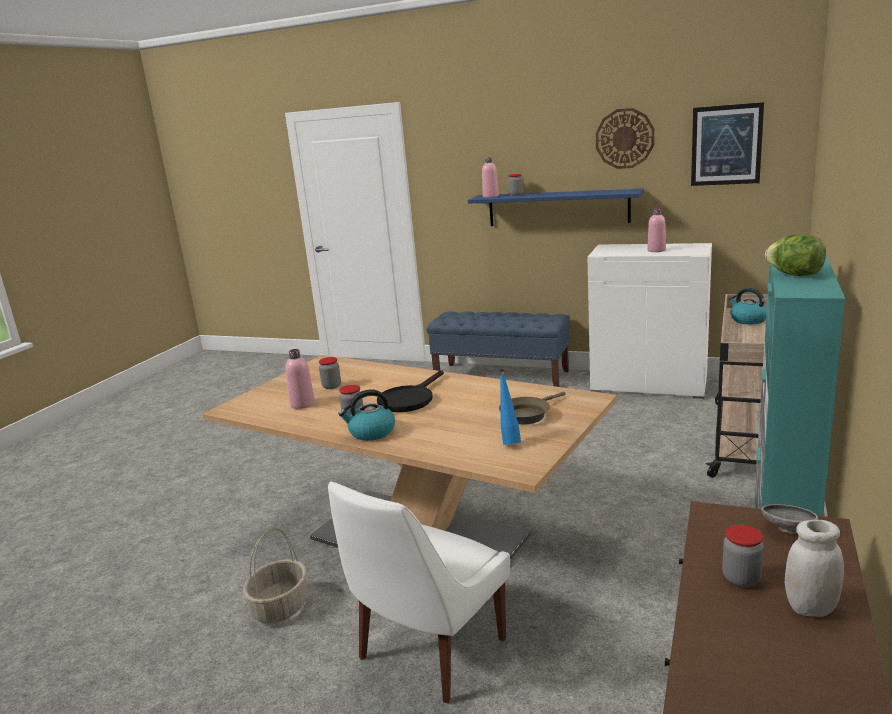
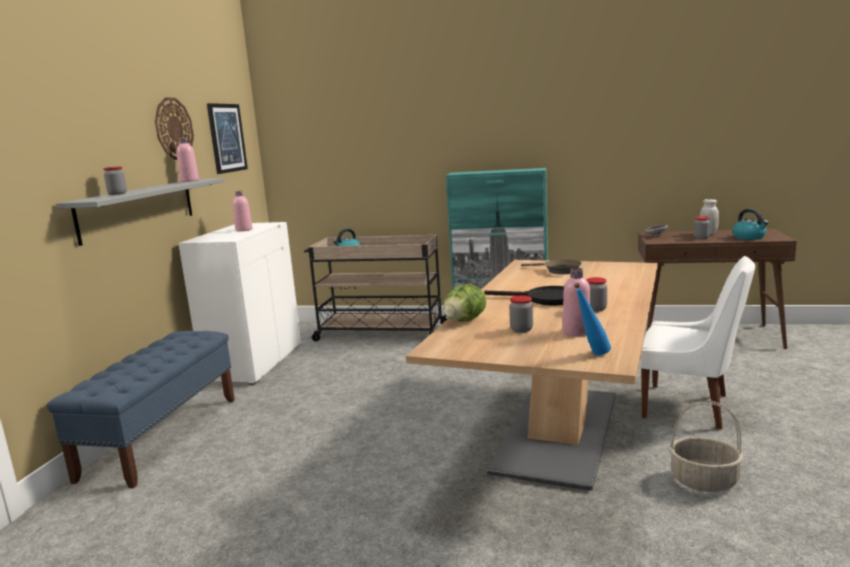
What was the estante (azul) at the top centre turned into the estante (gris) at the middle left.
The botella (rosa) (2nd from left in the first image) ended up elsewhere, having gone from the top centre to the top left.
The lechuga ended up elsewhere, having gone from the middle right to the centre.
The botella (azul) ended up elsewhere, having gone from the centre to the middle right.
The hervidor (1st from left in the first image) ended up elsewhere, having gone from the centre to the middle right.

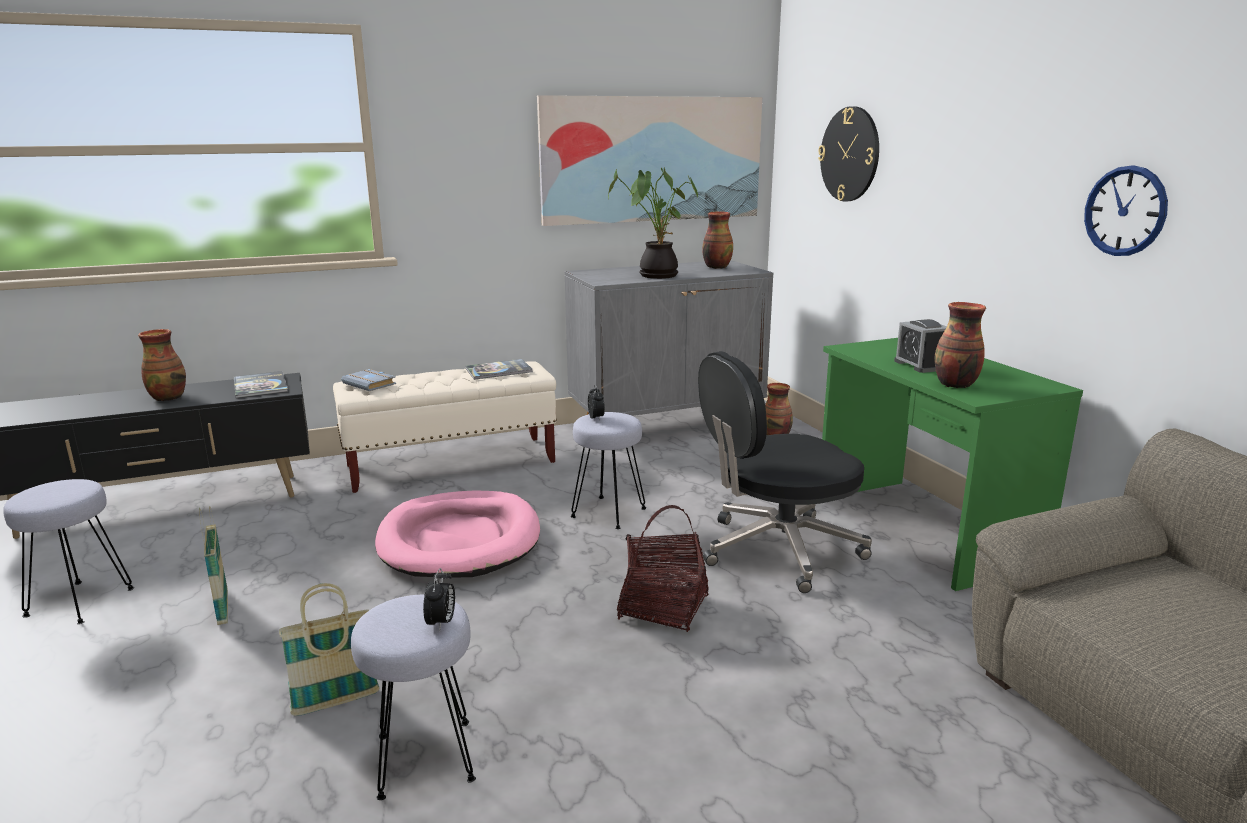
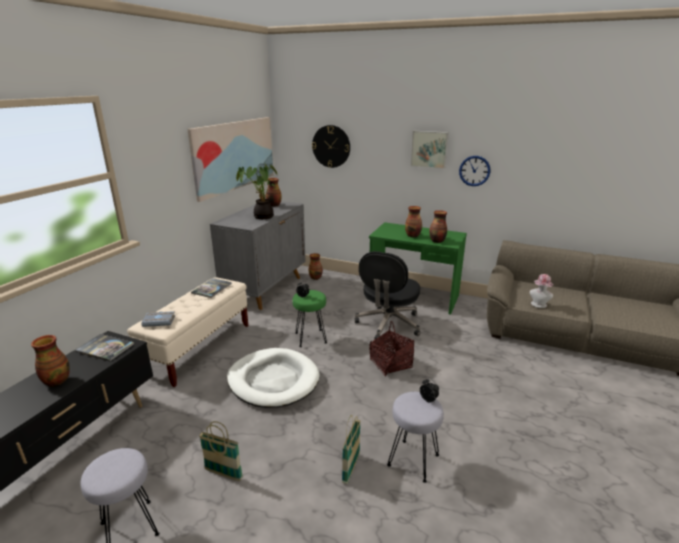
What was the cama para perro (rosa) at the centre turned into the cama para perro (blanco) at the bottom centre.
What was the taburete (gris) (3rd from left) at the centre turned into the taburete (verde) at the centre.
Where the despertador (3rd from left) stood at the middle right, the florero (4th from left) came to stand at the centre.
The second view gained the cuadro (2nd from left) at the top centre.
The second view gained the sombrero at the middle right.

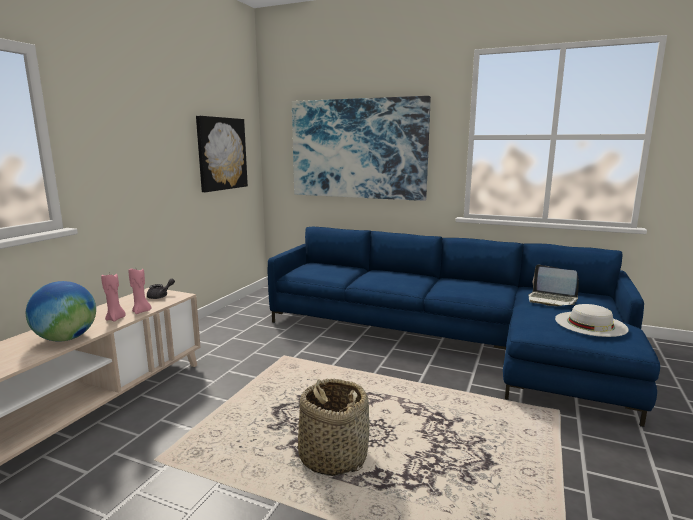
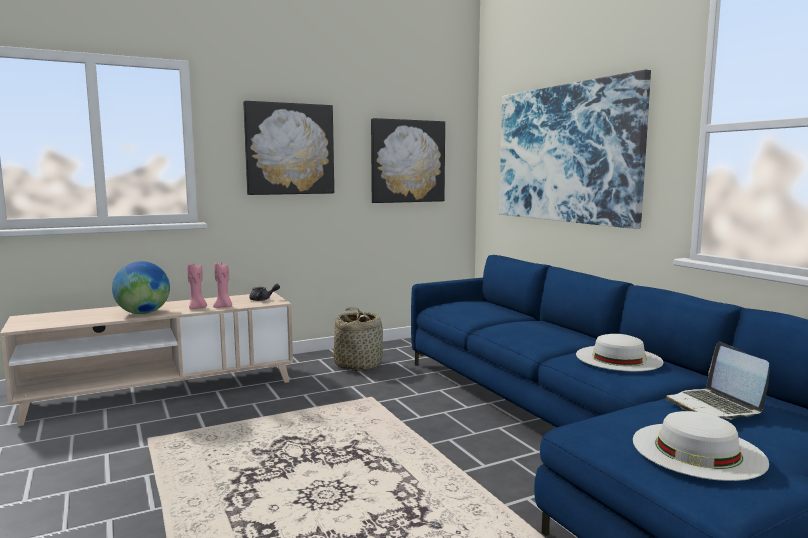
The second view gained the cuadro (1st from left) at the top centre.
The cesta ended up elsewhere, having gone from the bottom centre to the centre.
The second view gained the sombrero (blanco) (1st from left) at the middle right.

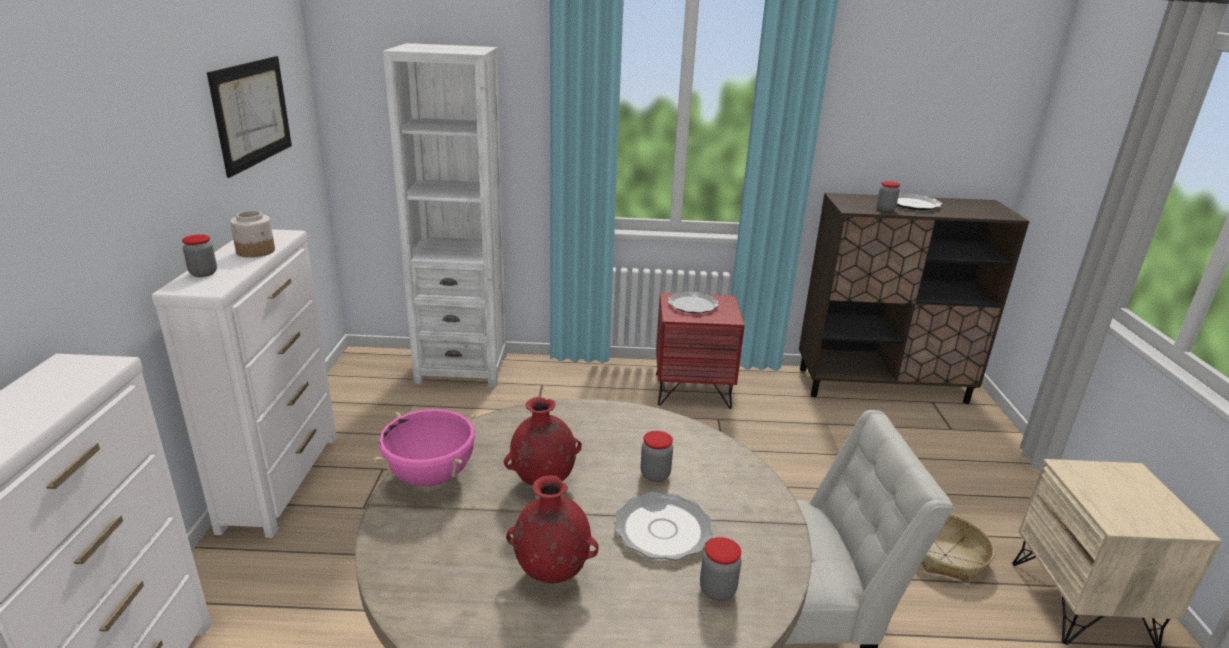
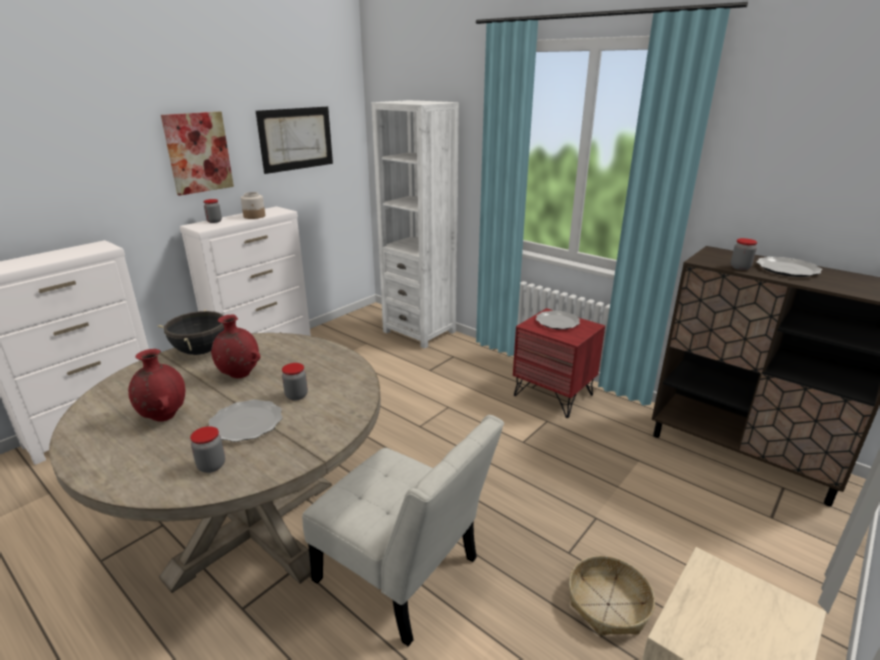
What was the olla (rosa) at the bottom centre turned into the olla (negro) at the middle left.
The second view gained the cuadro (1st from left) at the top left.

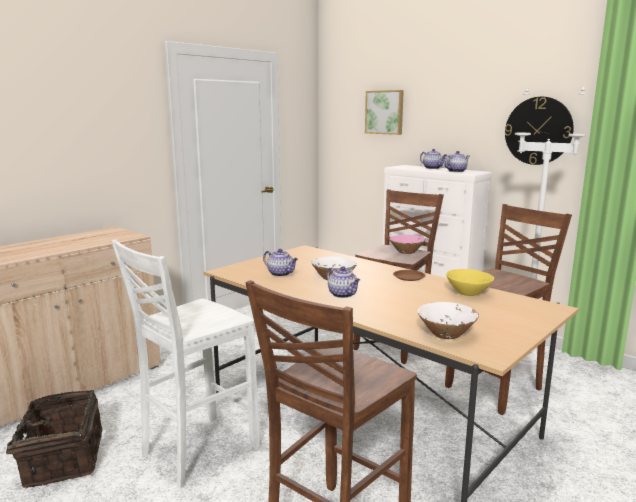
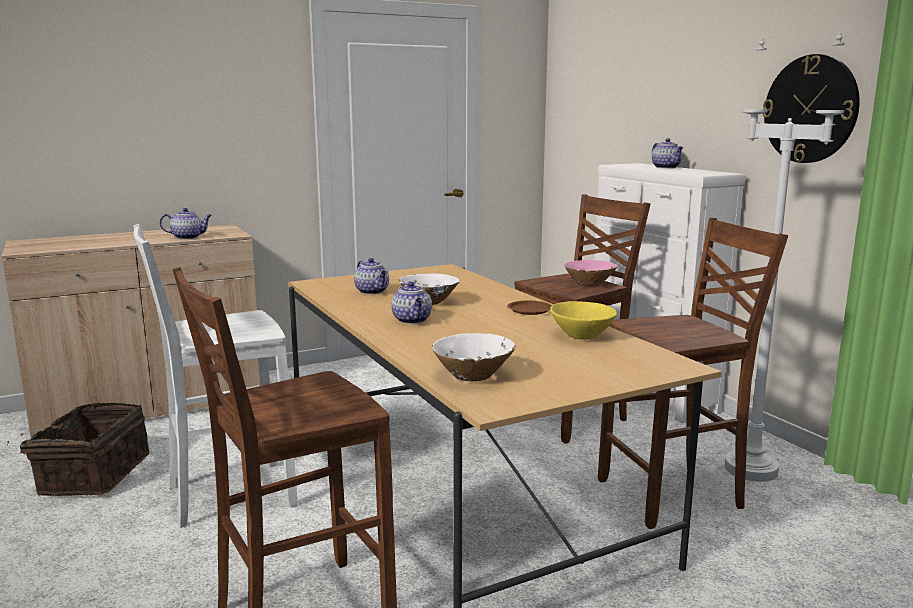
The tetera (4th from left in the first image) ended up elsewhere, having gone from the top right to the middle left.
The second view lost the cuadro at the top centre.

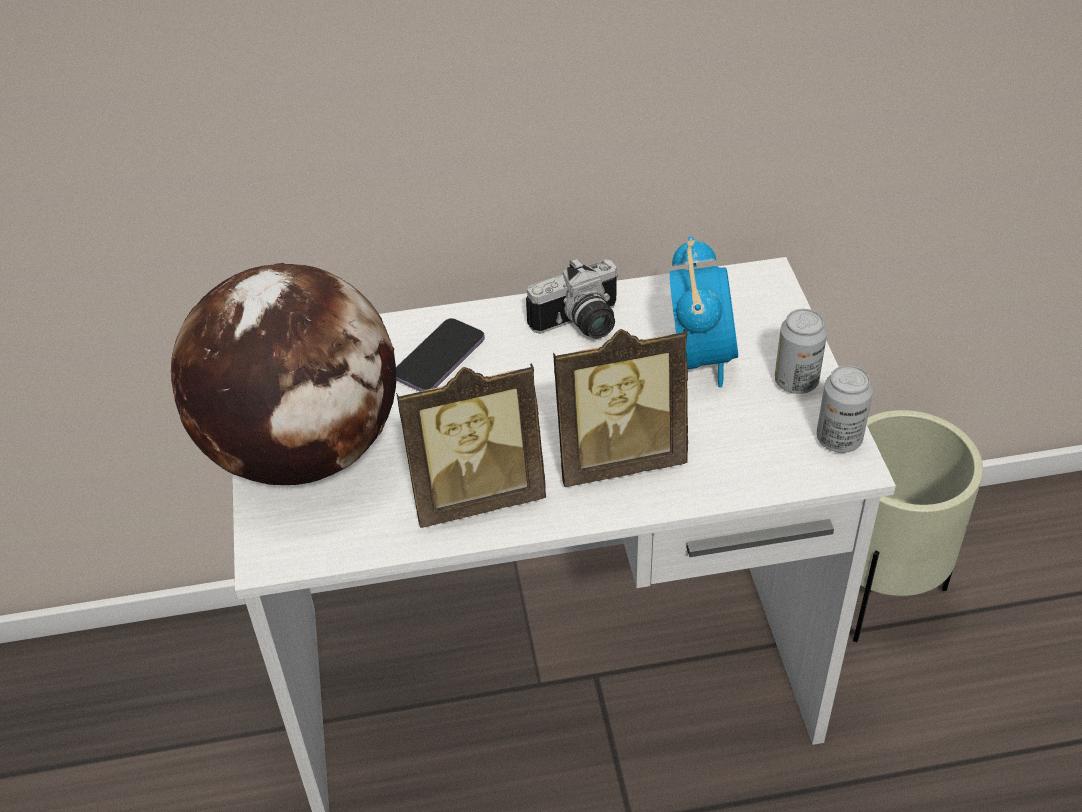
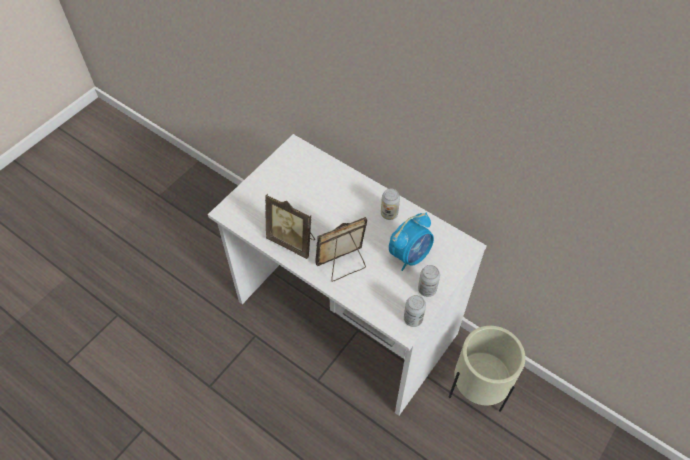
The portarretratos (2nd from left) at the centre ended up facing another way, 120 degrees clockwise from before.
Where the cámara stood at the centre, the lata (1st from left) came to stand at the centre.
The second view lost the globo terráqueo at the middle left.
The second view lost the móvil at the centre.

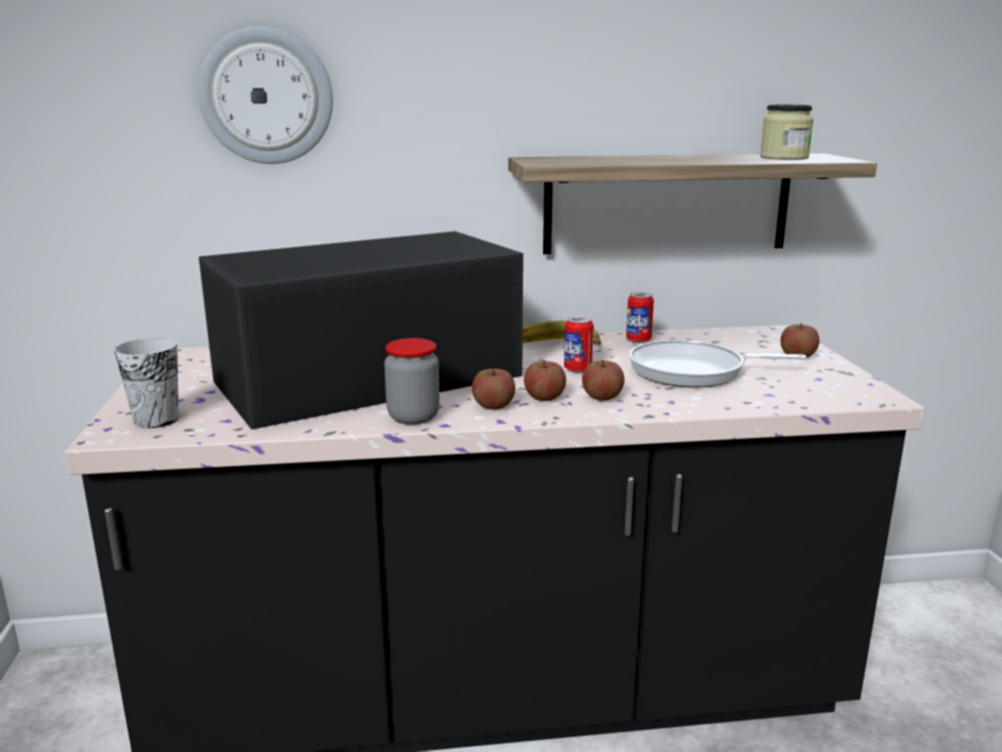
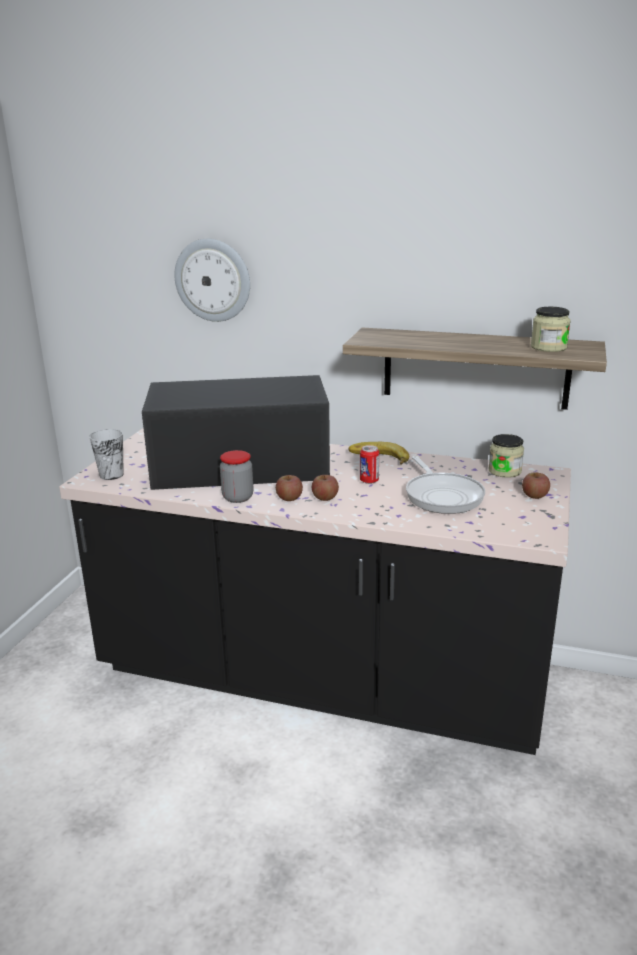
The sartén at the middle right ended up facing another way, 135 degrees counterclockwise from before.
The second view gained the tarro (2nd from left) at the middle right.
The second view lost the manzana (3rd from left) at the centre.
The second view lost the lata (2nd from left) at the centre.

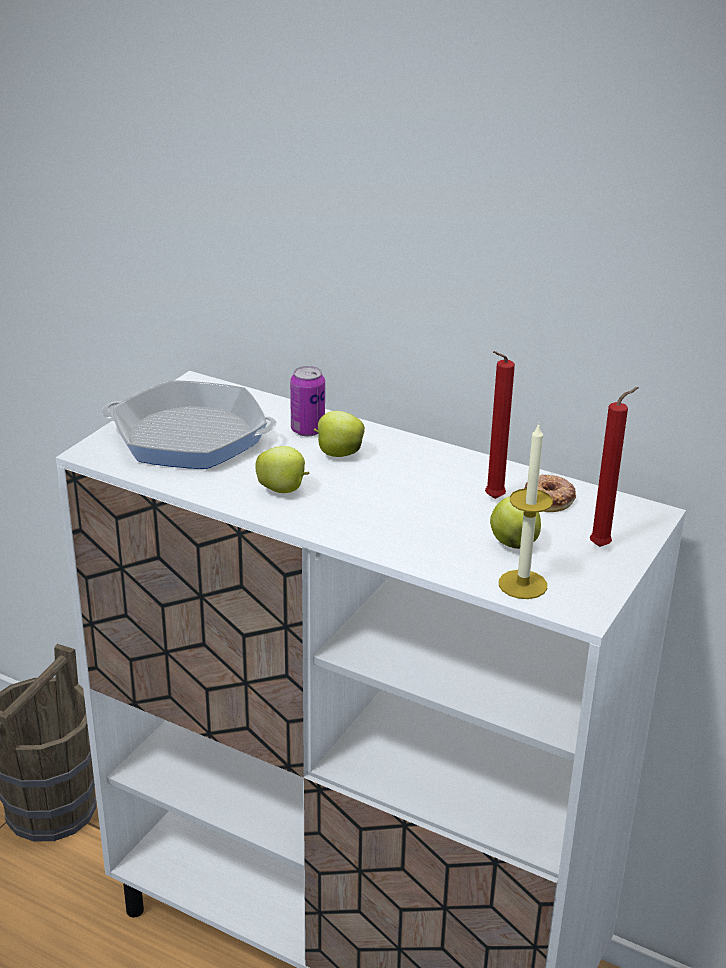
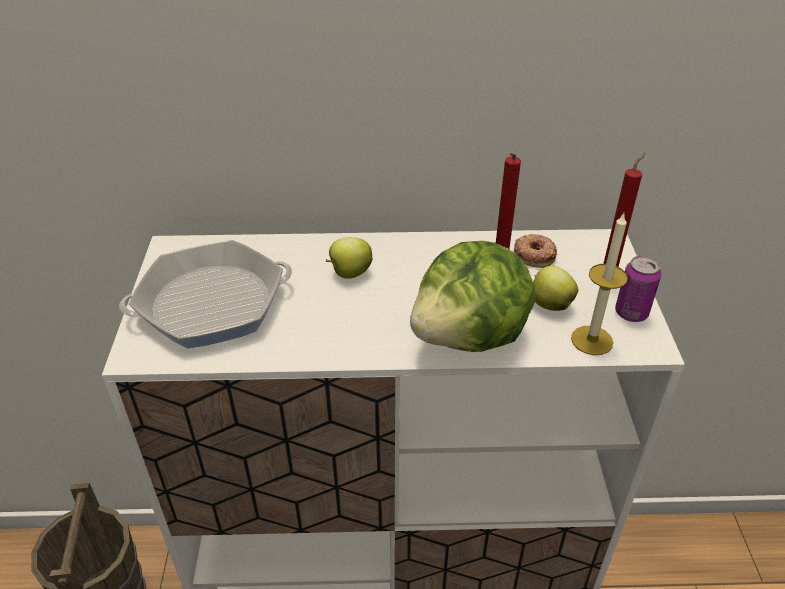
The second view gained the lechuga at the centre.
The lata ended up elsewhere, having gone from the centre to the middle right.
The second view lost the manzana (1st from left) at the centre.

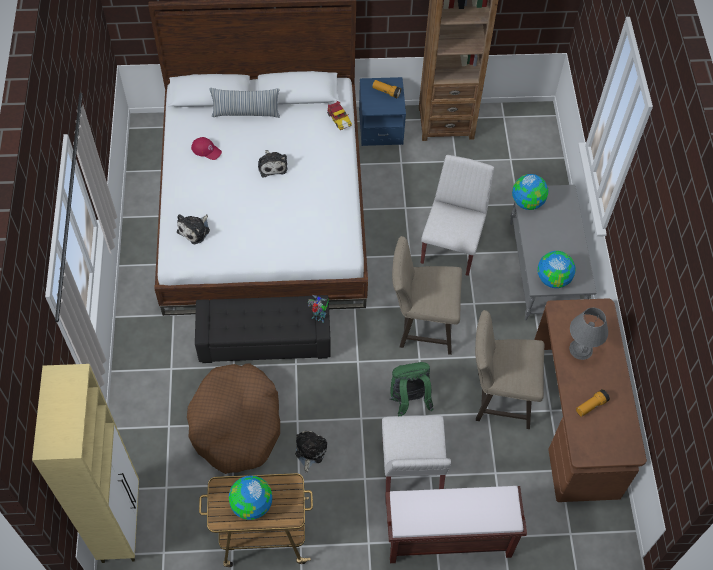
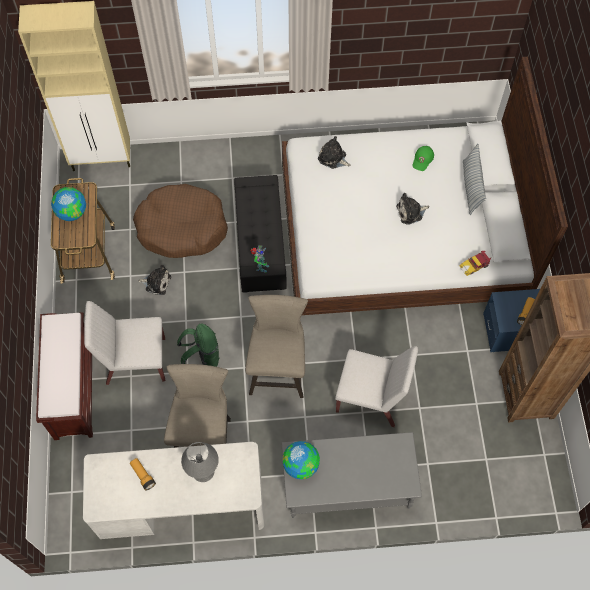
What was the escritorio (marrón) at the bottom right turned into the escritorio (blanco) at the bottom left.
What was the gorra (rojo) at the top left turned into the gorra (verde) at the top right.
The second view lost the globo terráqueo (2nd from left) at the middle right.

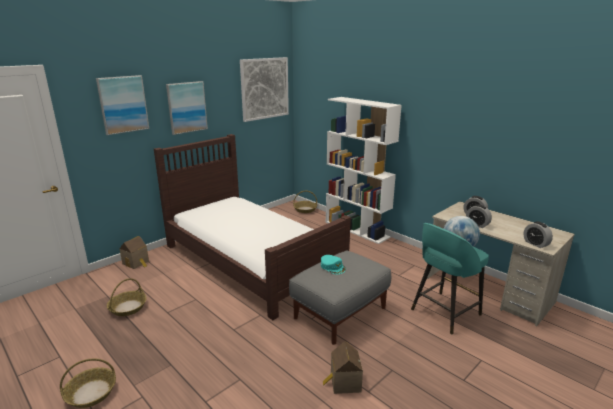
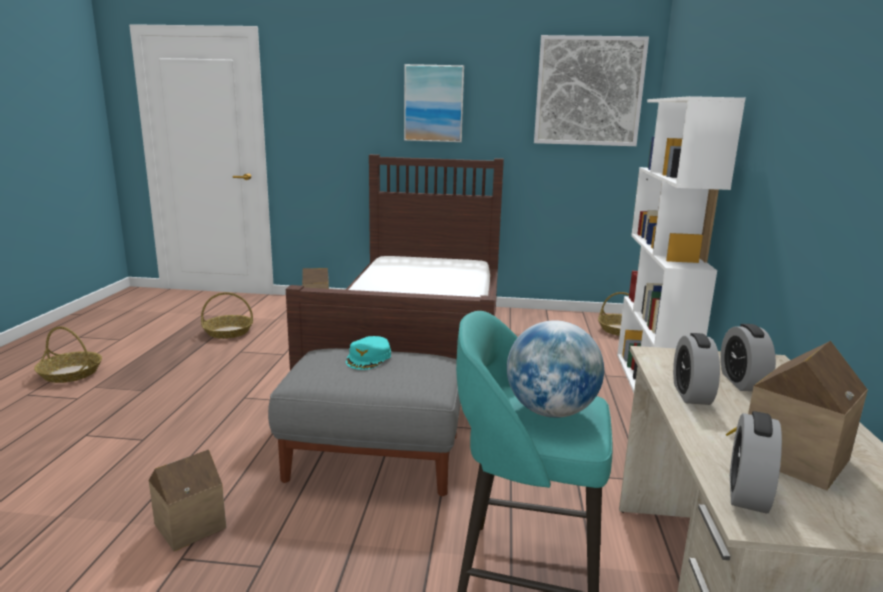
The second view gained the casita (3rd from left) at the bottom right.
The second view lost the cuadro (1st from left) at the top left.

